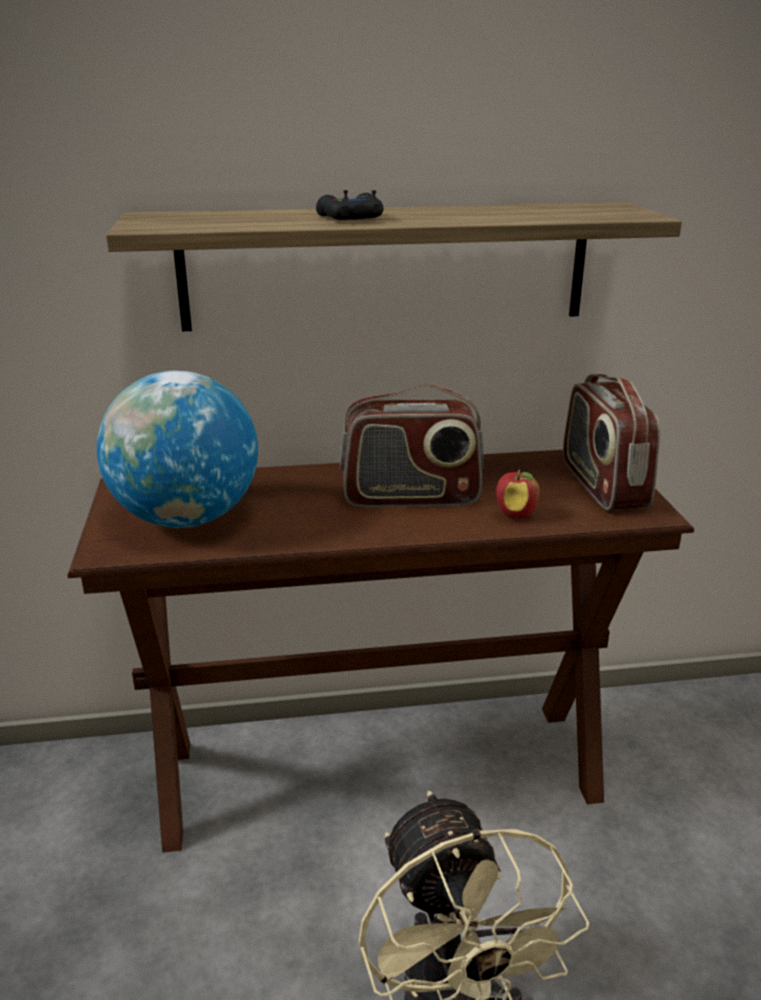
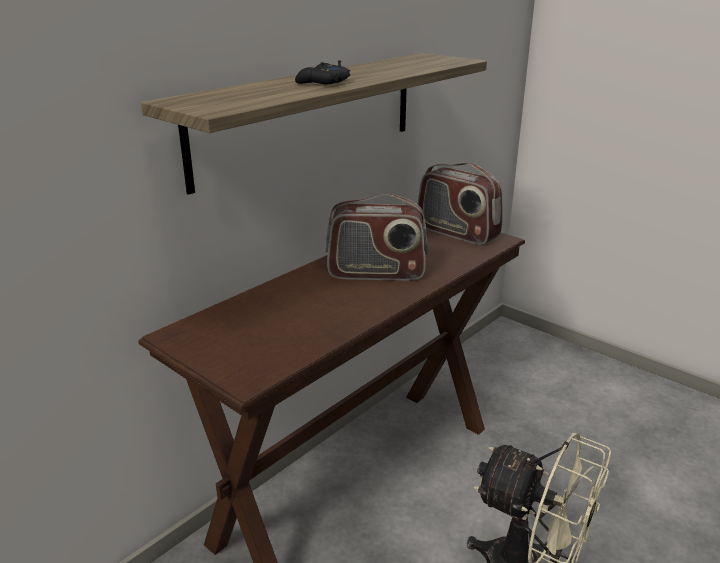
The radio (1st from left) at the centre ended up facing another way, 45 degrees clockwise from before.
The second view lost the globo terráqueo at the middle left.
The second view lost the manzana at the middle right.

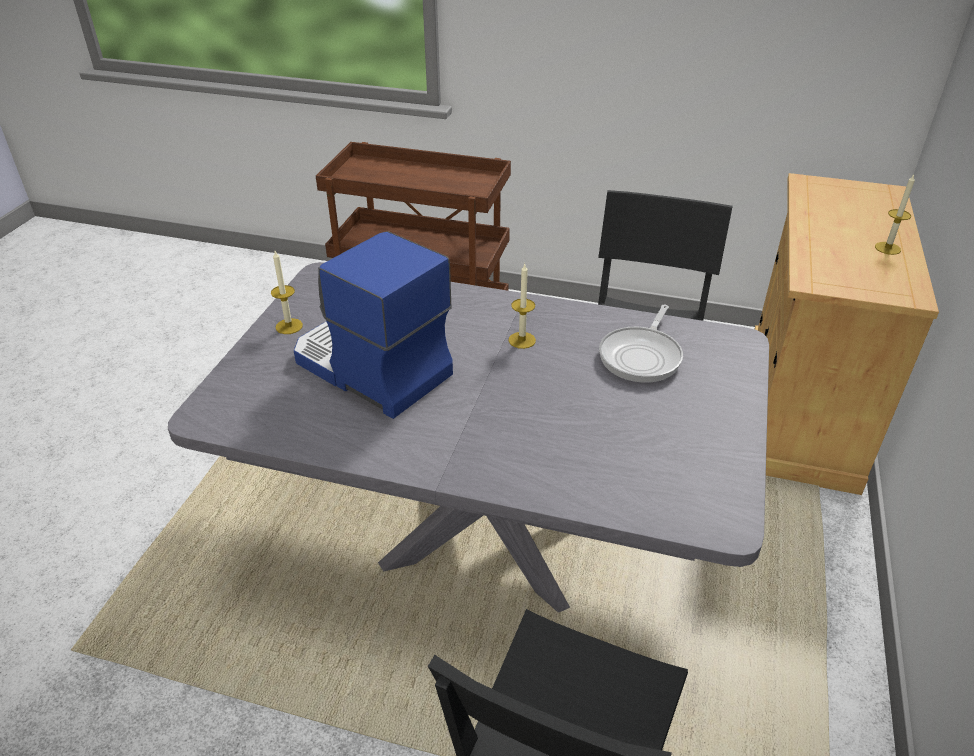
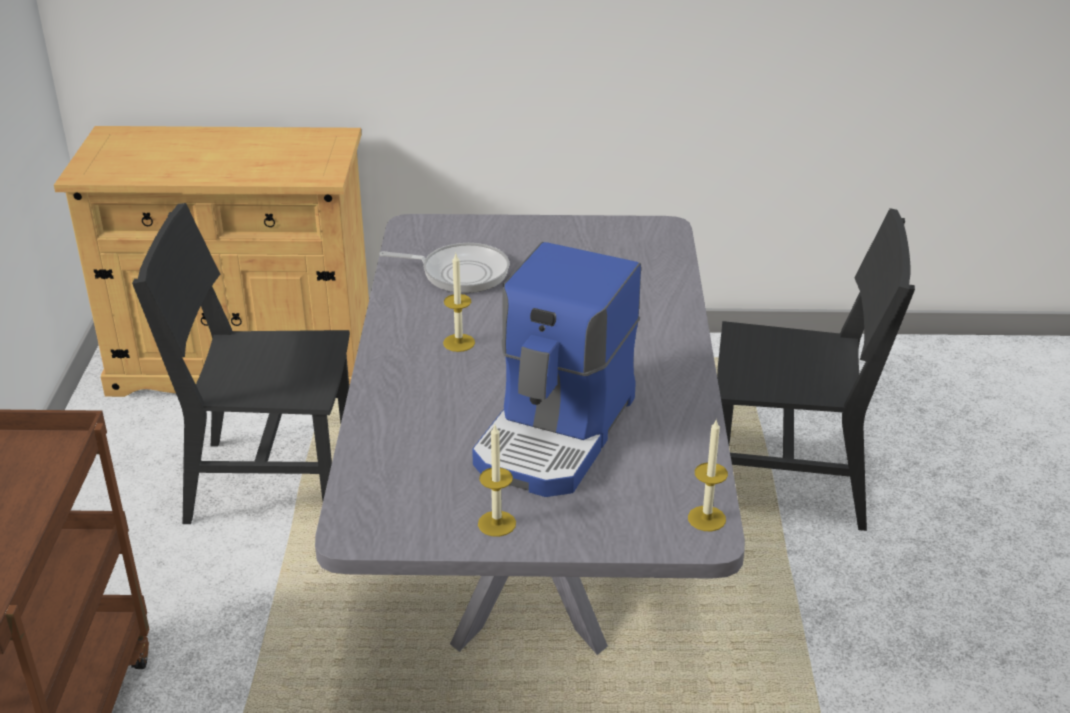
The vela (3rd from left) ended up elsewhere, having gone from the top right to the centre.

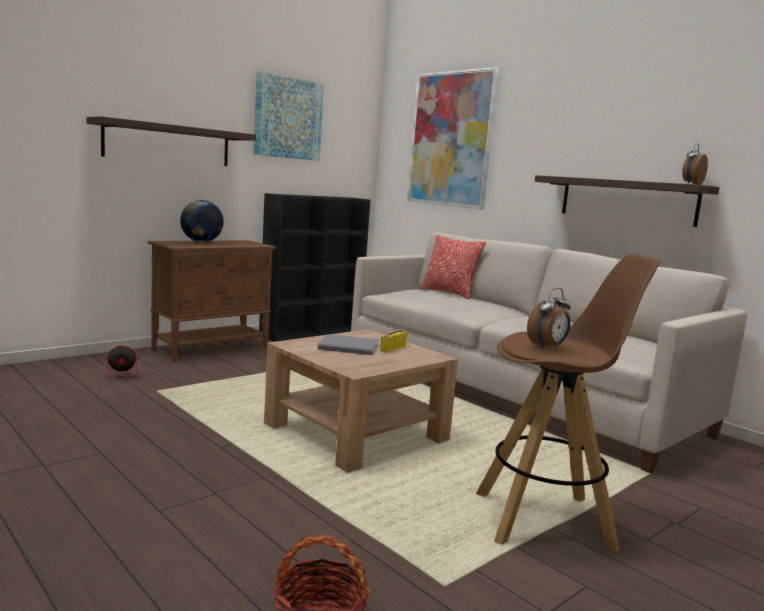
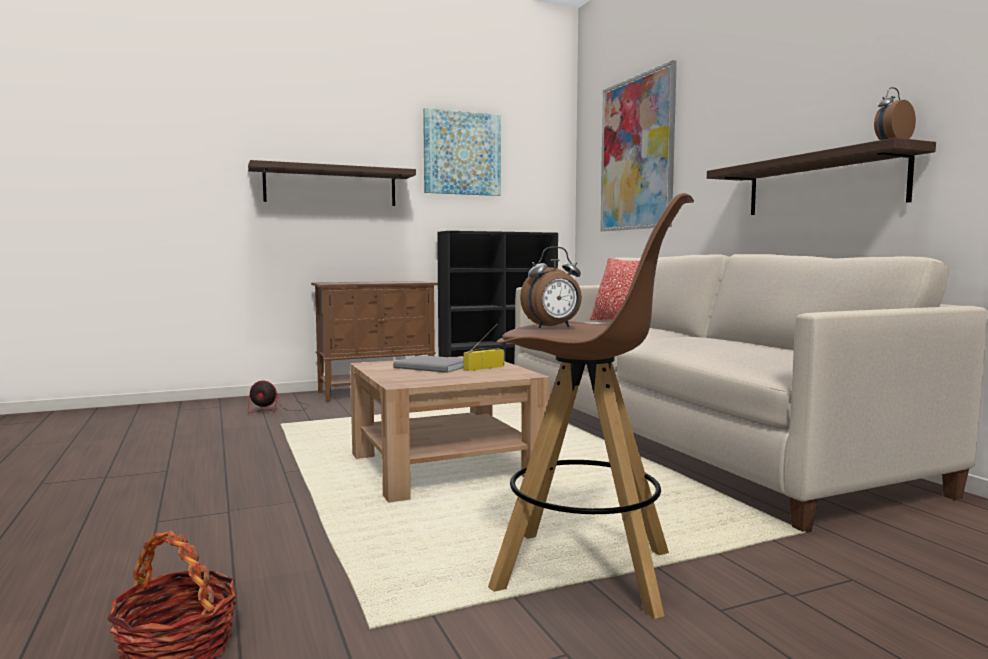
The second view lost the globo terráqueo at the middle left.

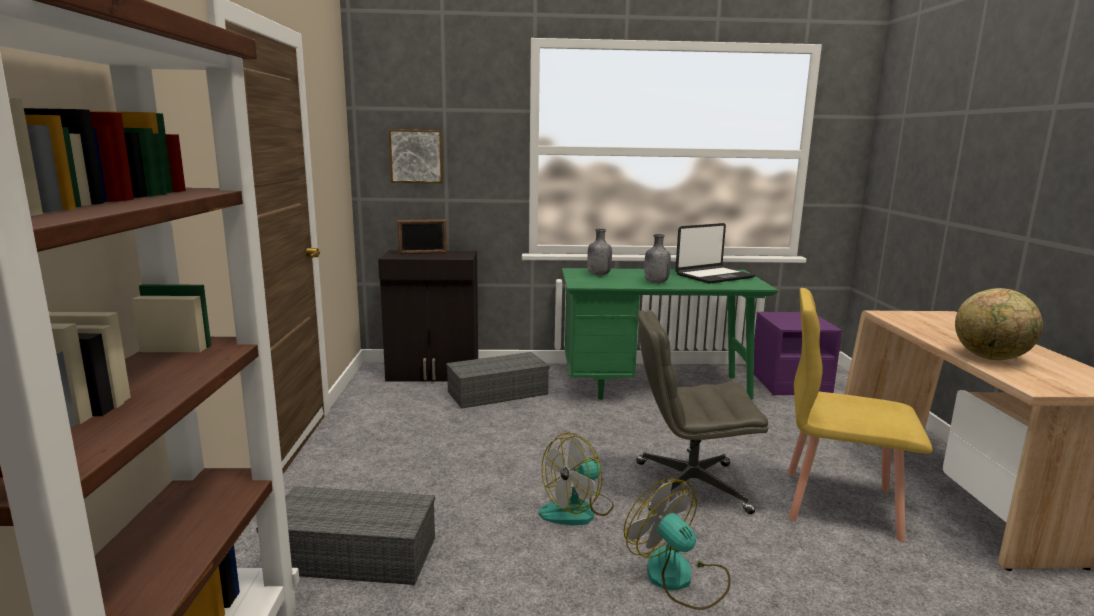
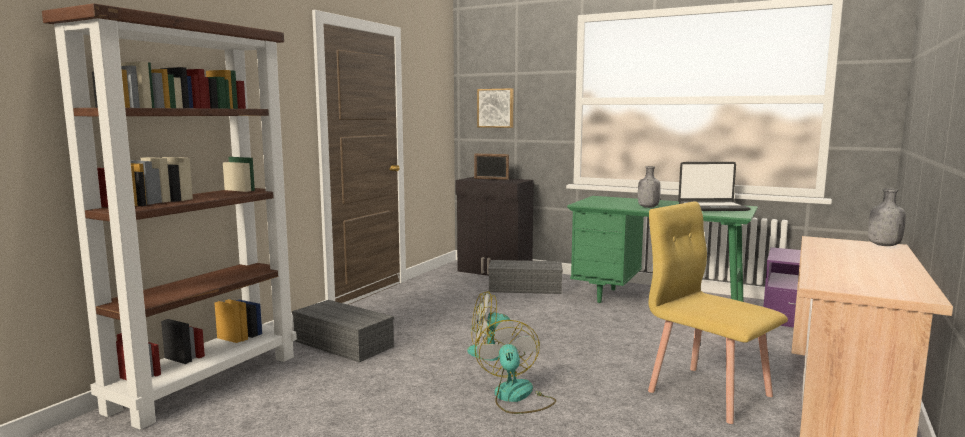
The botella (gris) (1st from left in the first image) ended up elsewhere, having gone from the centre to the middle right.
The second view lost the silla de oficina (gris) at the bottom centre.
The second view lost the globo terráqueo at the middle right.

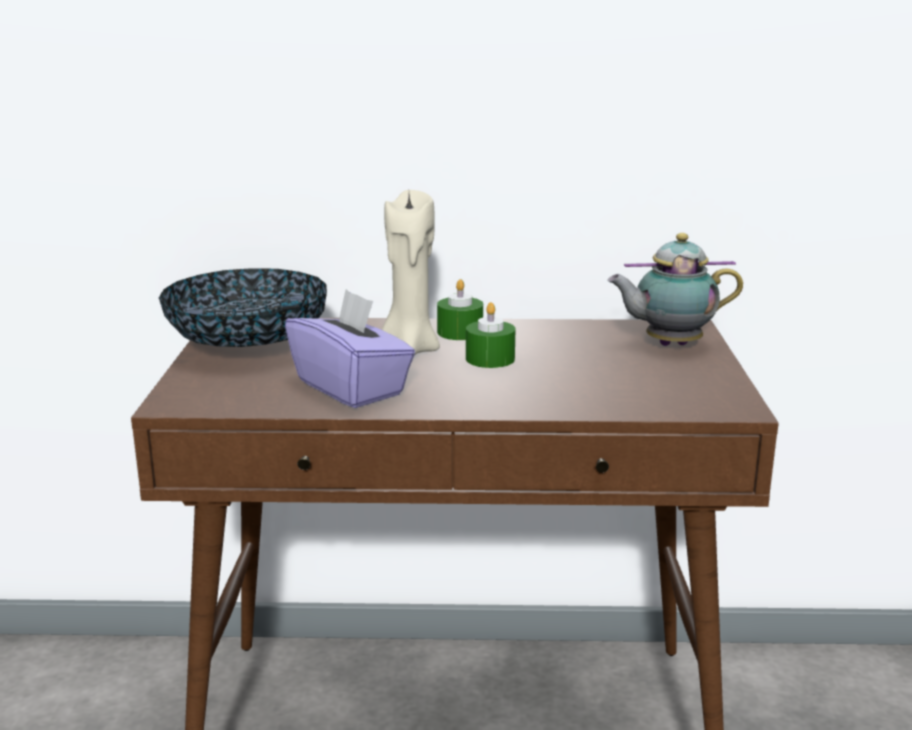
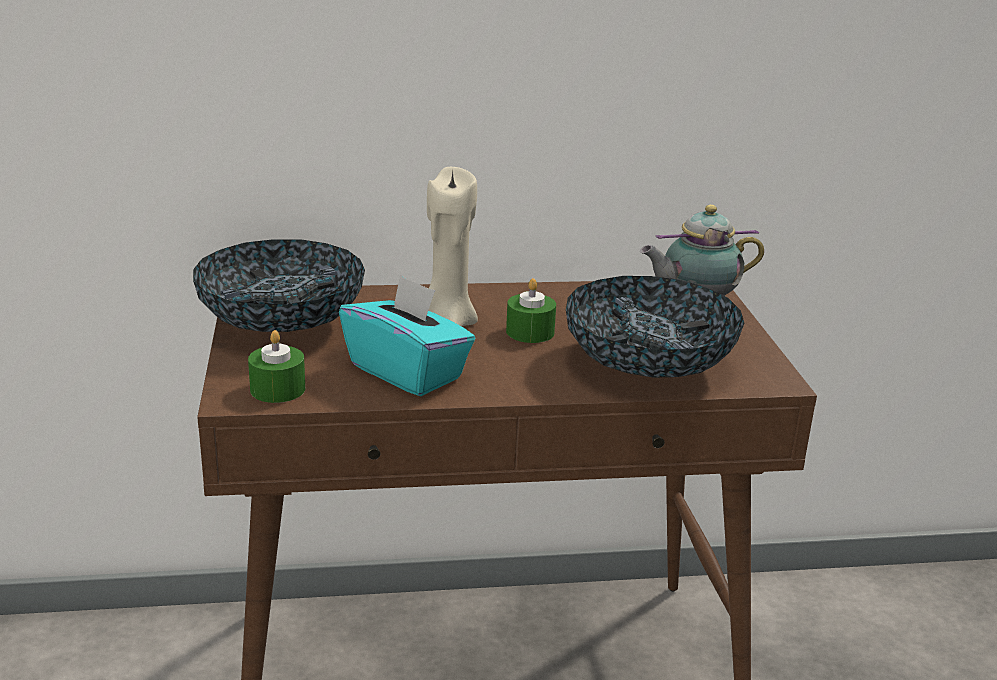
The vela (verde) (1st from left) ended up elsewhere, having gone from the centre to the middle left.
What was the caja de pañuelos (morado) at the centre turned into the caja de pañuelos (turquesa) at the centre.
The second view gained the cuenco (2nd from left) at the centre.

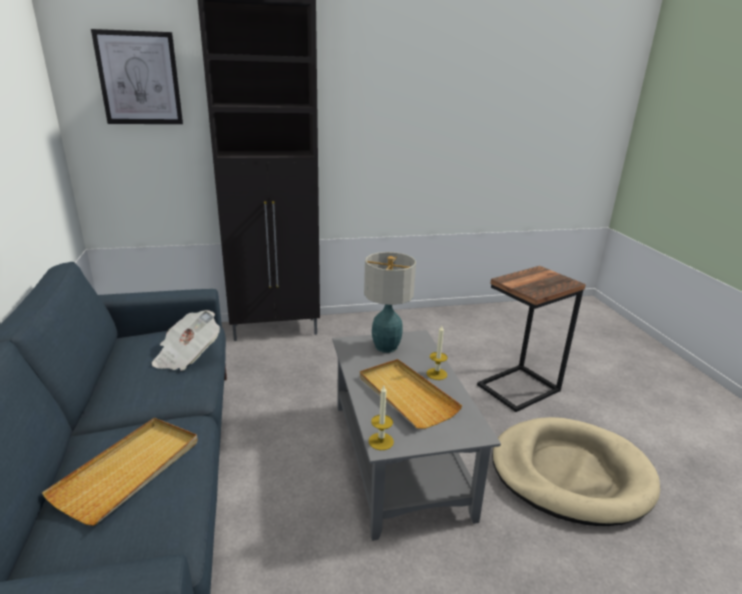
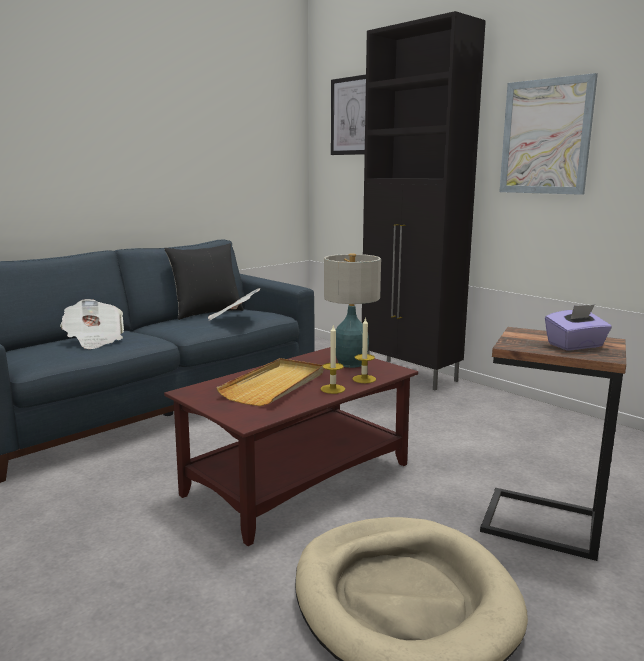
Where the bandeja (beis) (1st from left) stood at the bottom left, the periódico (1st from left) came to stand at the middle left.
The second view gained the cojín (negro) at the middle left.
What was the mesa de centro (gris) at the bottom centre turned into the mesa de centro (marrón) at the bottom centre.
The vela (1st from left in the first image) ended up elsewhere, having gone from the bottom centre to the centre.
The second view gained the cuadro (2nd from left) at the top right.
The second view gained the caja de pañuelos (morado) at the middle right.

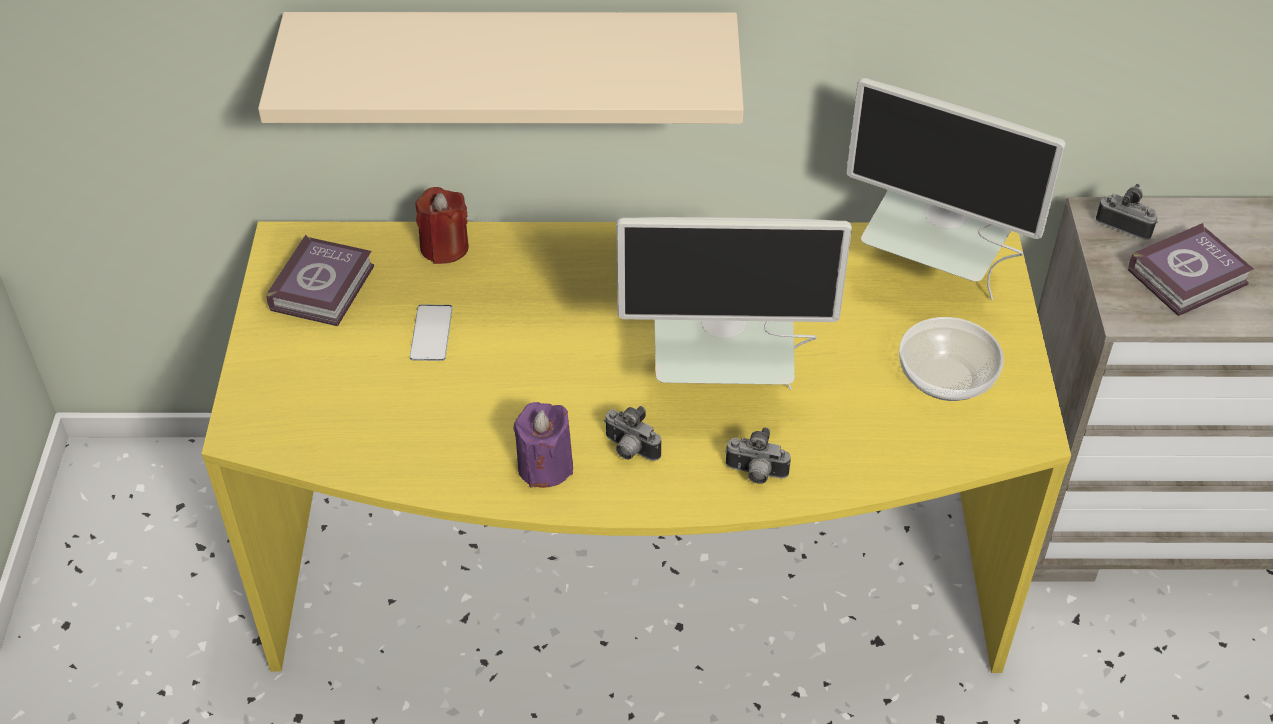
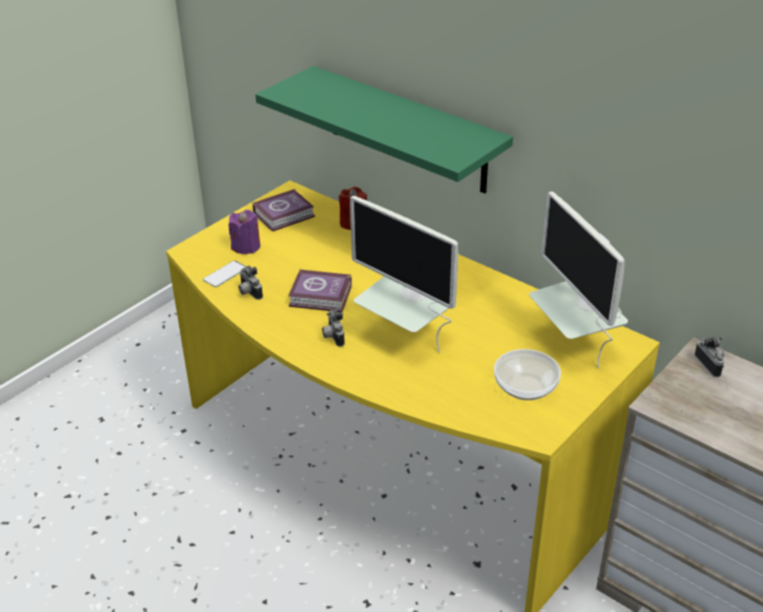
The móvil ended up elsewhere, having gone from the centre to the middle left.
The vela (morado) ended up elsewhere, having gone from the centre to the middle left.
The cámara (2nd from left in the first image) ended up elsewhere, having gone from the centre to the middle left.
What was the estante (beis) at the top centre turned into the estante (verde) at the top centre.
The libro (2nd from left) ended up elsewhere, having gone from the middle right to the centre.

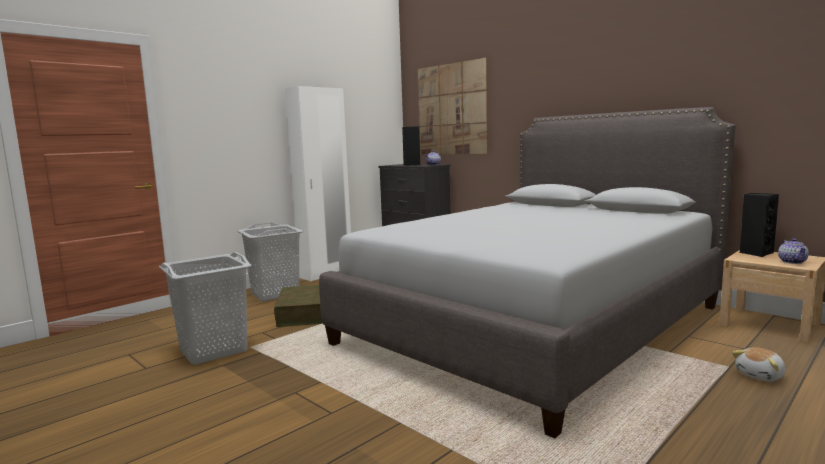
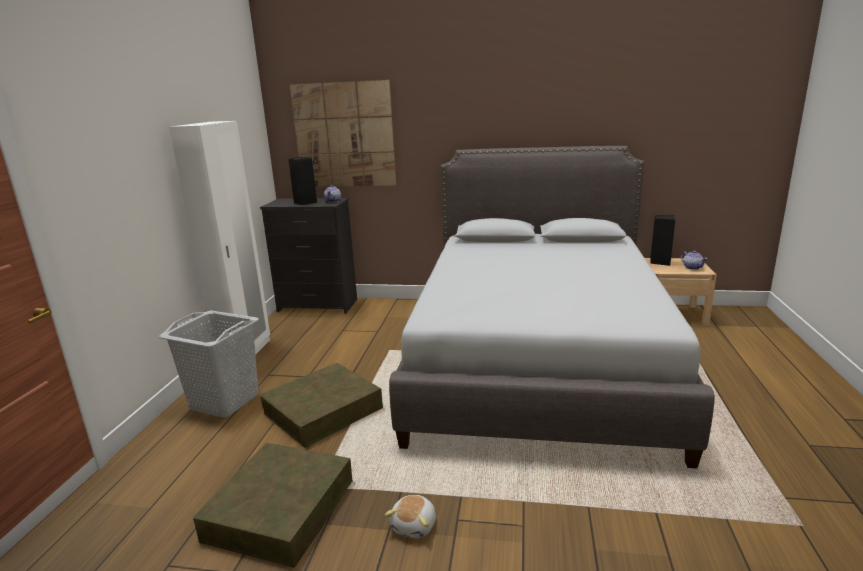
Where the cesto de la ropa (gris) (1st from left) stood at the middle left, the caja de almacenaje (marrón) (1st from left) came to stand at the bottom left.
The peluche ended up elsewhere, having gone from the bottom right to the bottom centre.

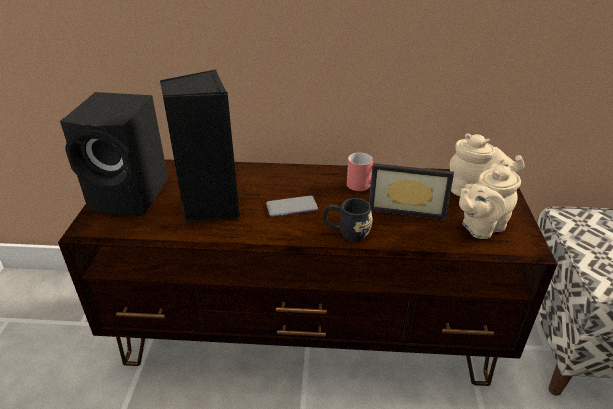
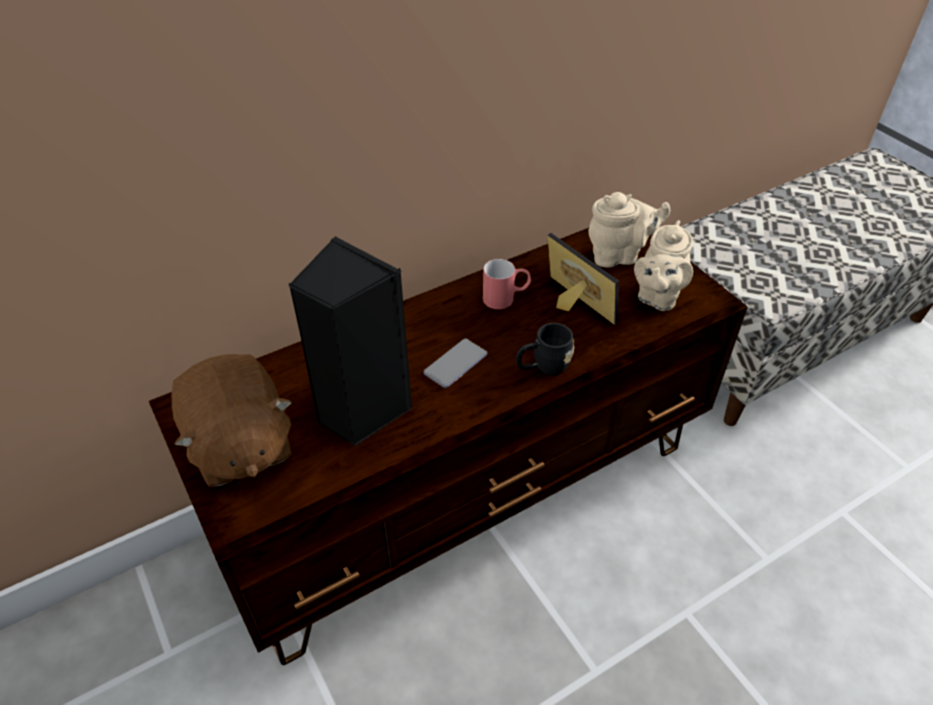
Where the altavoz (negro) (1st from left) stood at the middle left, the peluche (marrón) came to stand at the middle left.
The portarretratos at the middle right ended up facing another way, 105 degrees counterclockwise from before.

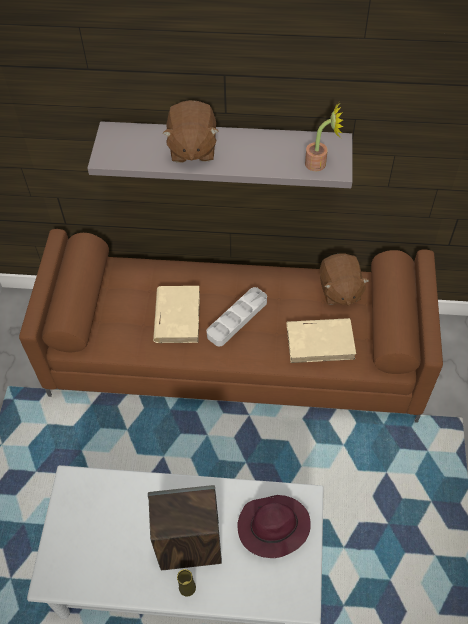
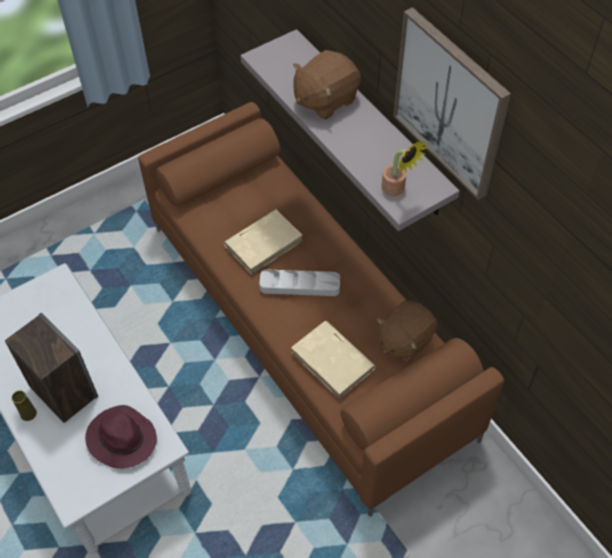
The second view gained the cuadro at the top right.

